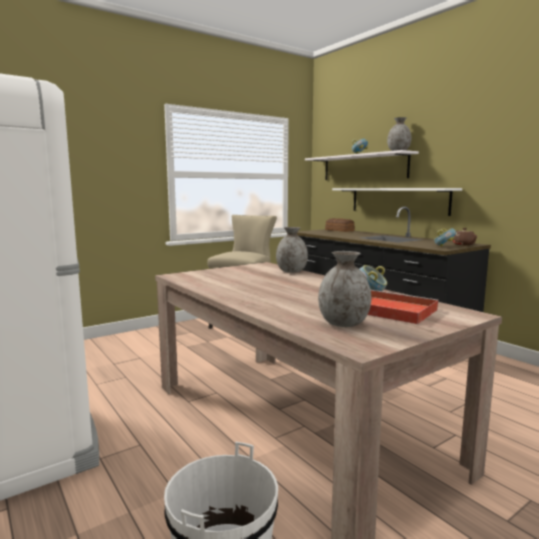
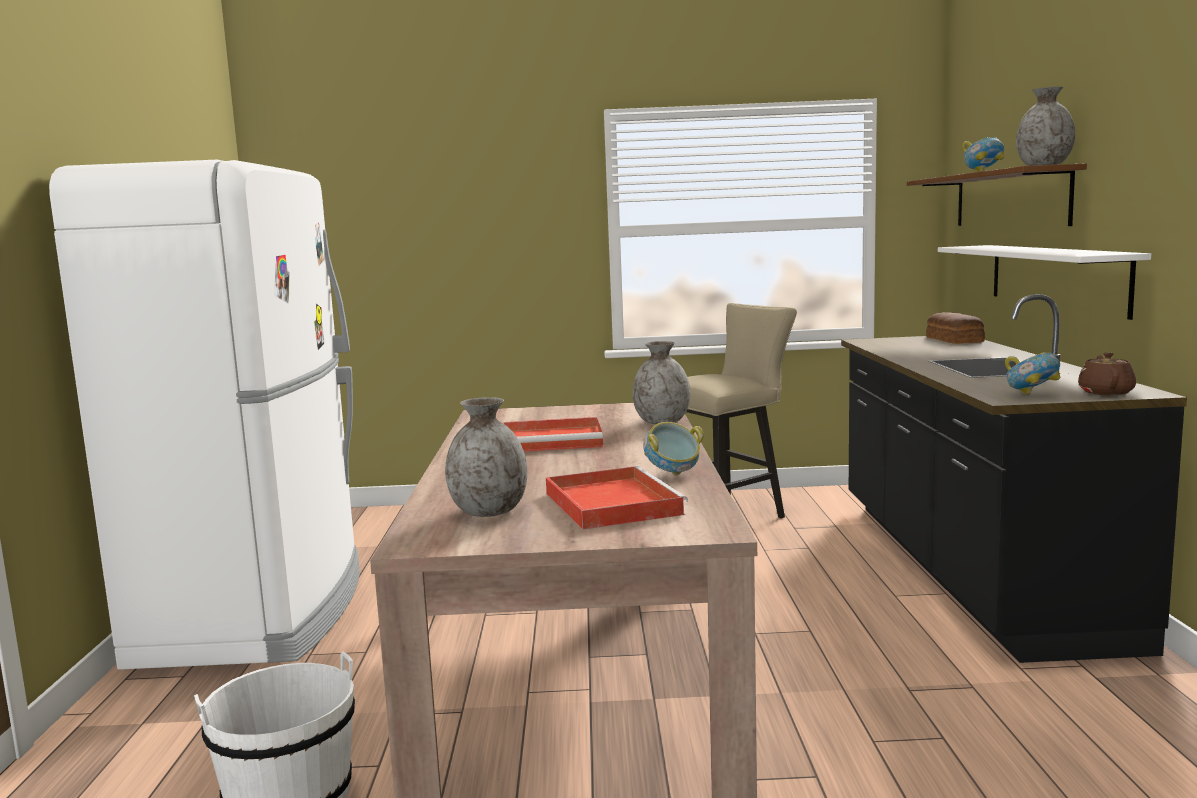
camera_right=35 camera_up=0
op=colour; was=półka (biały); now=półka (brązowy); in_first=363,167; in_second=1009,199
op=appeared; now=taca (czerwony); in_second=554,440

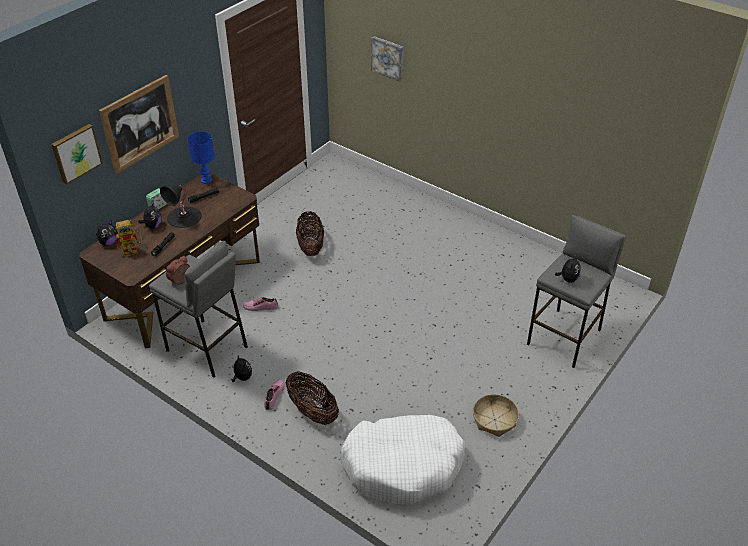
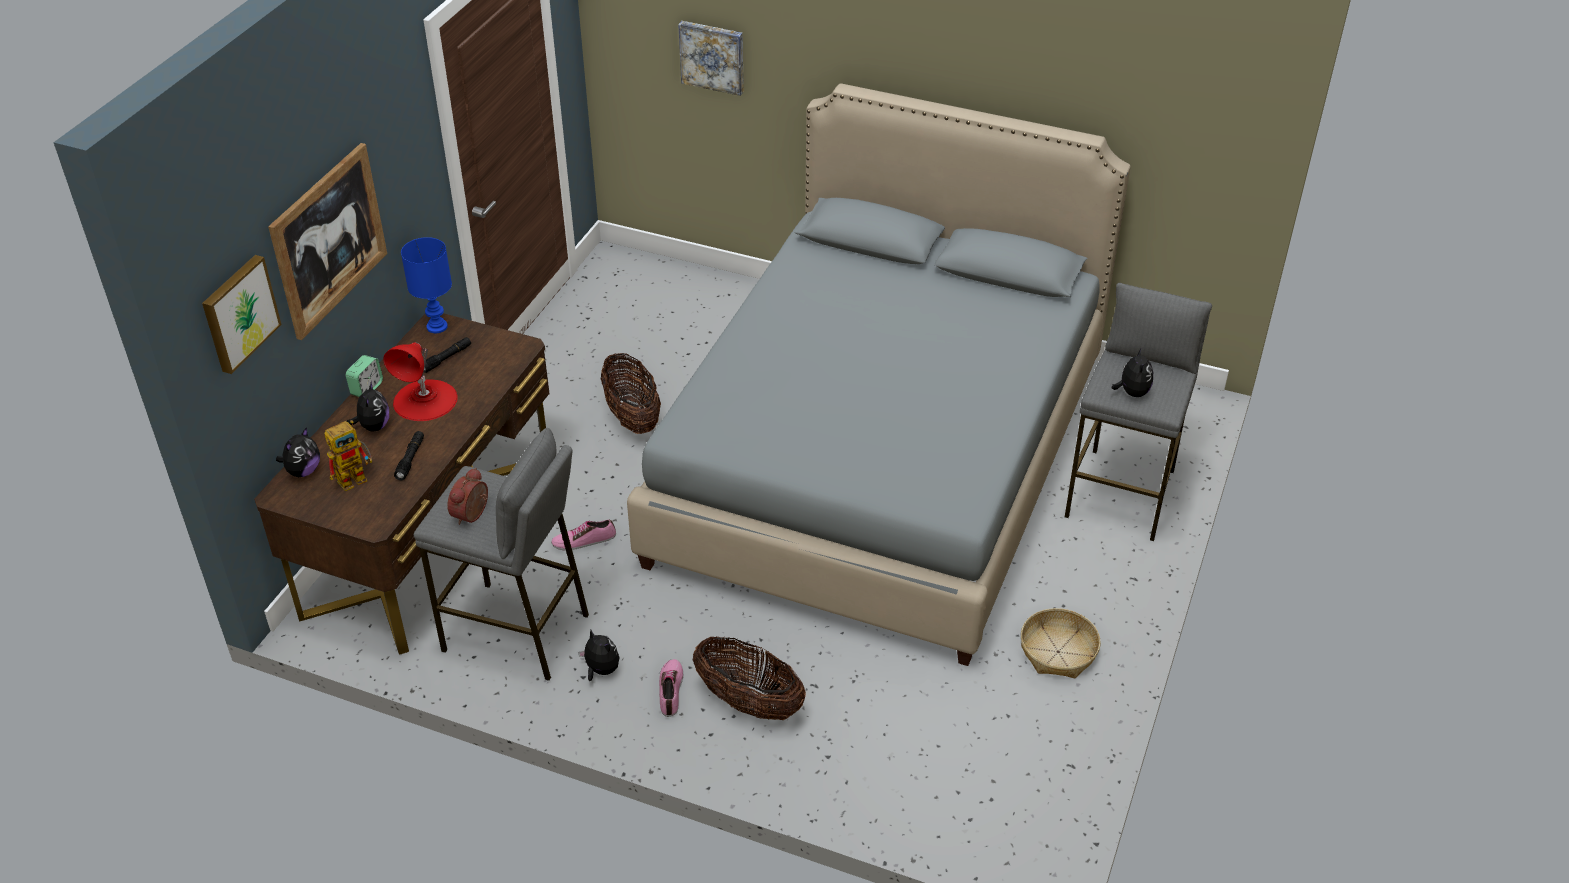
camera_right=-15 camera_up=0
op=colour; was=lampa stołowa (czarny); now=lampa stołowa (czerwony); in_first=184,217; in_second=425,400
op=missing; was=legowisko (biały); in_first=403,465
op=appeared; now=łóżko (szary); in_second=881,461

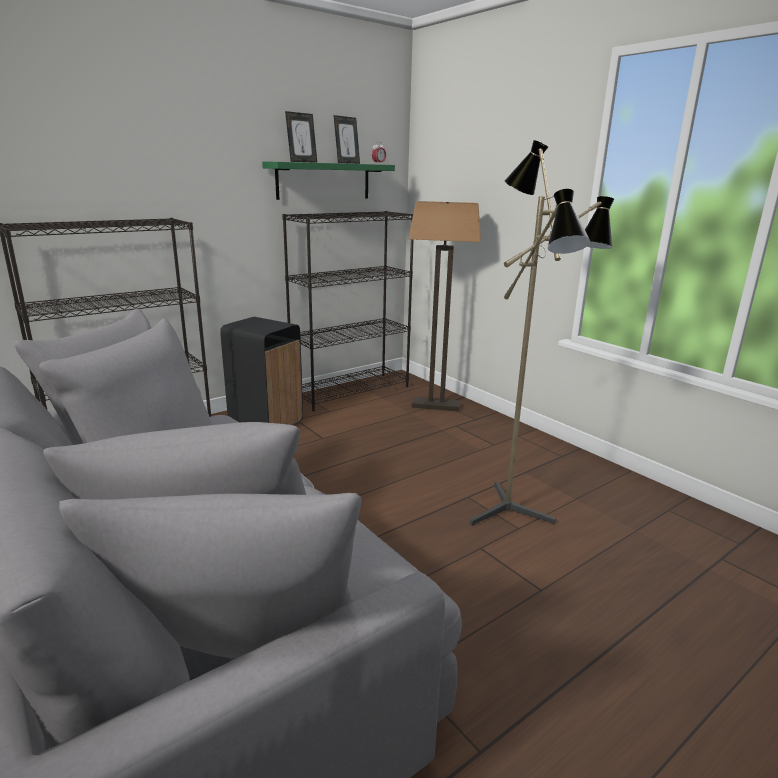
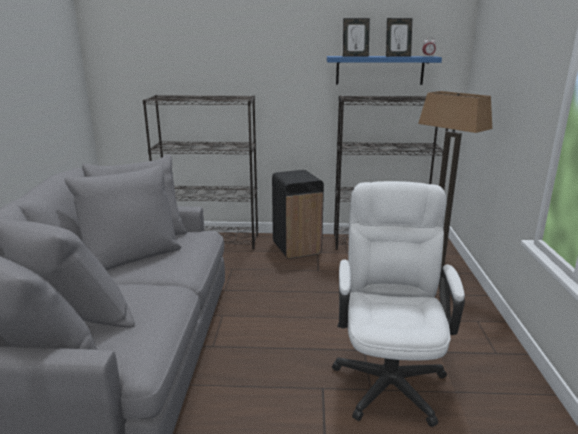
camera_right=40 camera_up=0
op=exchanged; was=lampa stojąca; now=krzesło biurowe (biały); in_first=516,509; in_second=389,375
op=colour; was=półka (zielony); now=półka (niebieski); in_first=323,181; in_second=379,70

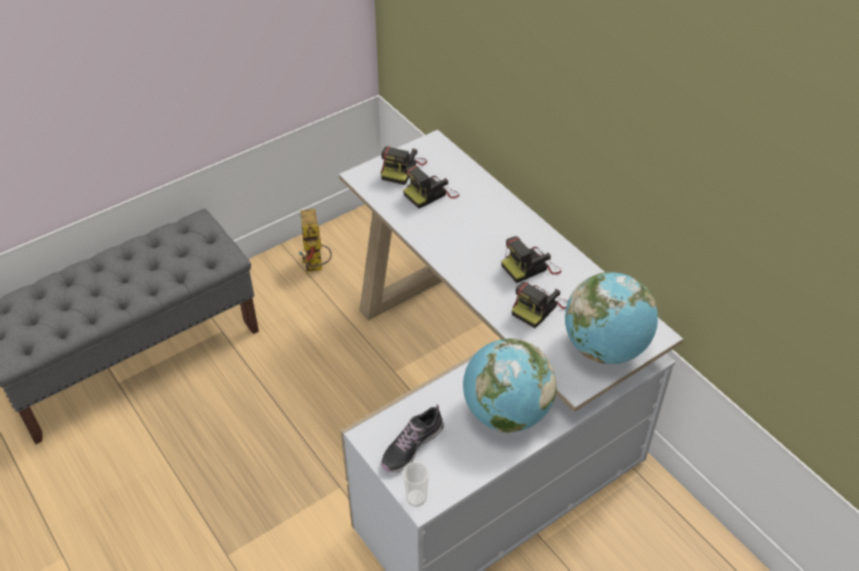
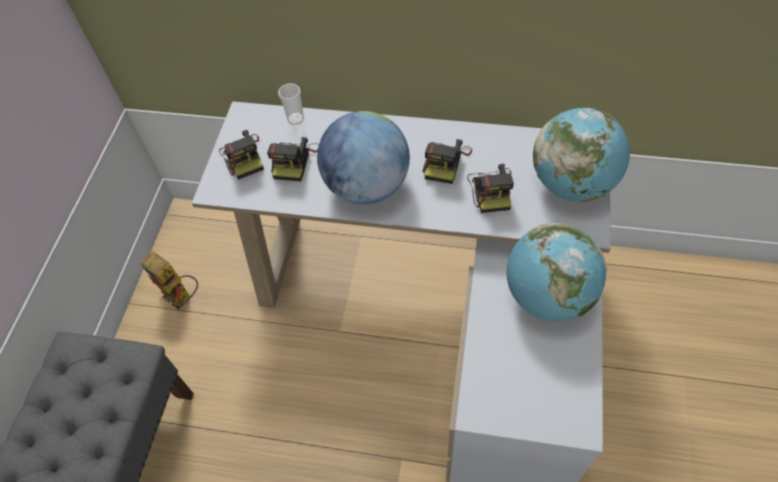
camera_right=-40 camera_up=10
op=missing; was=but; in_first=412,446
op=relocated; was=filiżanka; in_first=416,498; in_second=295,119
op=appeared; now=globus; in_second=367,186

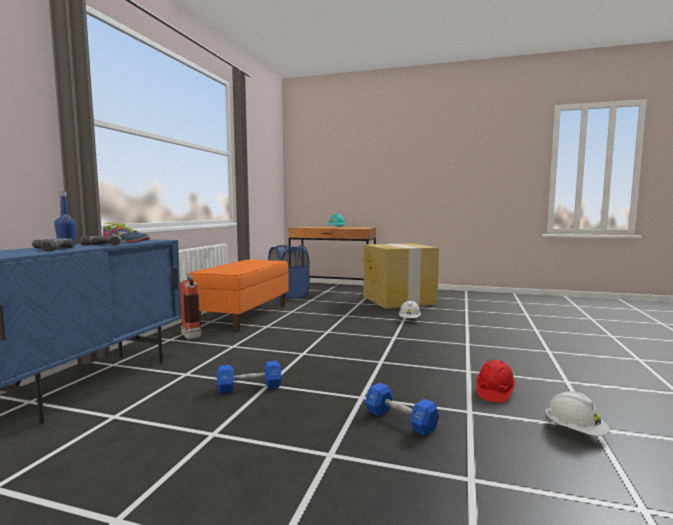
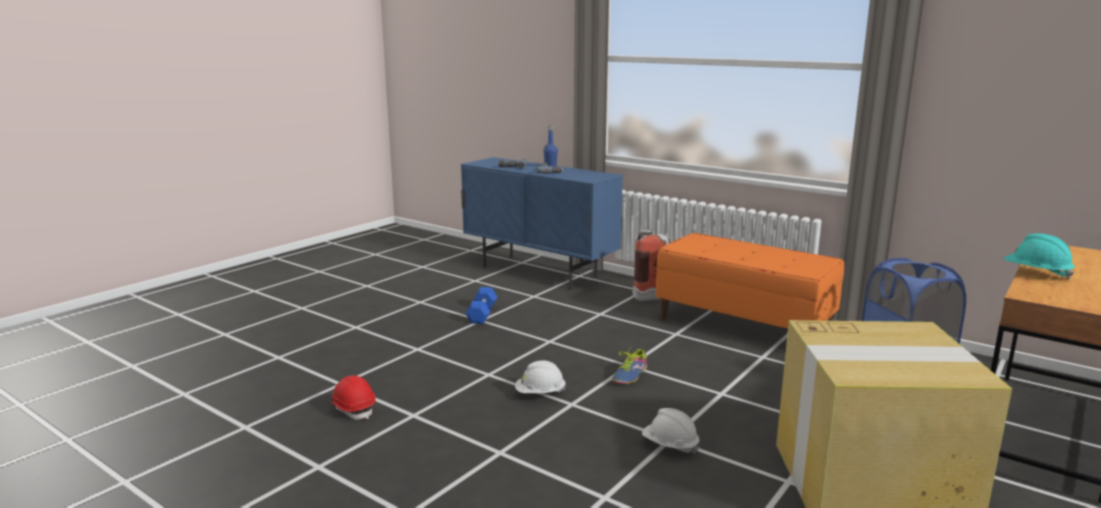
camera_right=110 camera_up=10
op=relocated; was=but; in_first=127,241; in_second=630,375
op=missing; was=hantel (niebieski); in_first=400,420
op=relocated; was=kask (biały); in_first=574,431; in_second=540,394

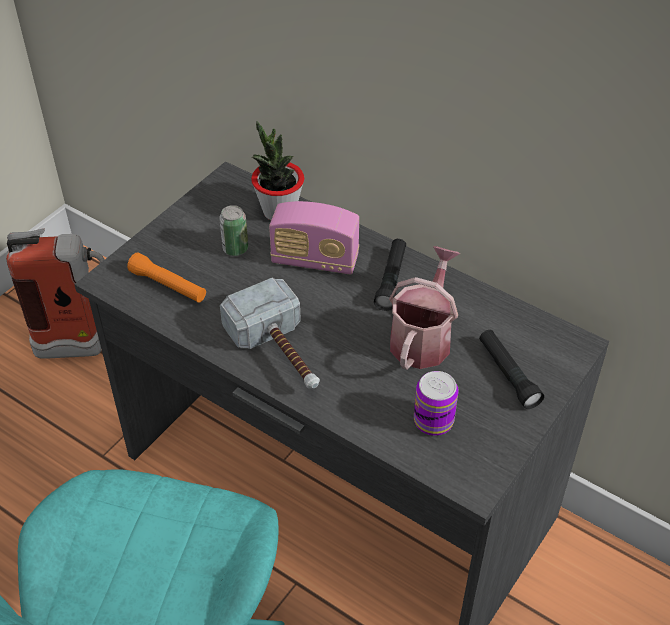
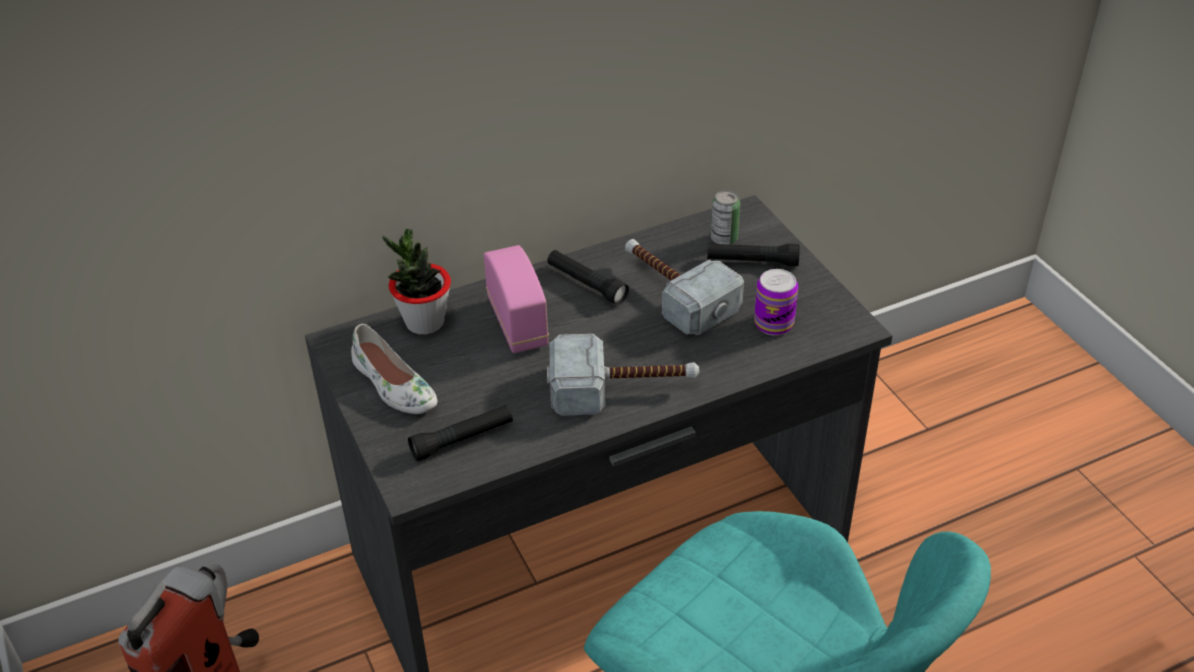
camera_right=-60 camera_up=-5
op=spun; was=radio; in_first=315,260; in_second=518,323; clockwise=-60
op=relocated; was=puszka; in_first=235,249; in_second=724,239
op=exchanged; was=konewka; now=młotek; in_first=423,337; in_second=673,292
op=colour; was=latarka (pomarańczowy); now=latarka (czarny); in_first=168,286; in_second=462,440
op=appeared; now=but (biały); in_second=393,385

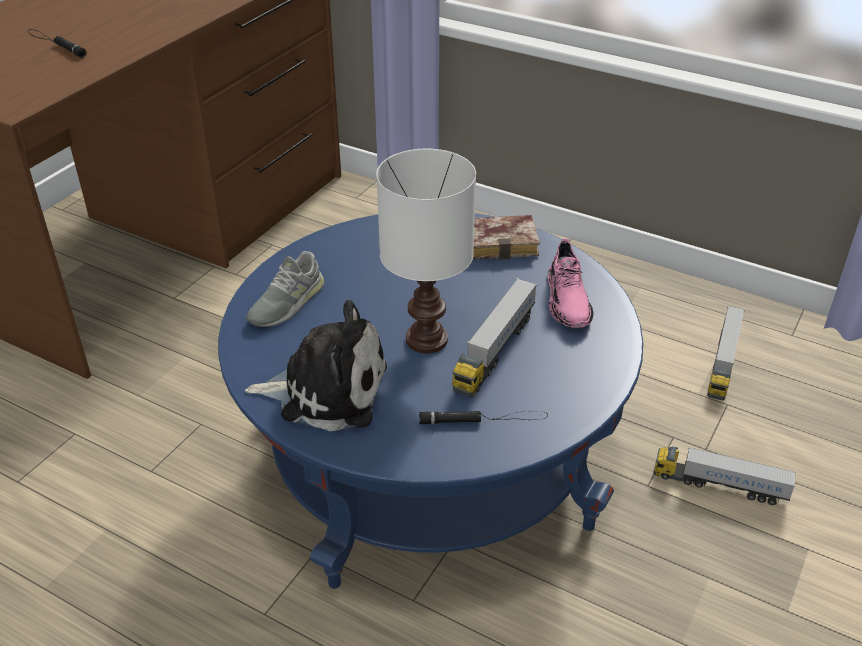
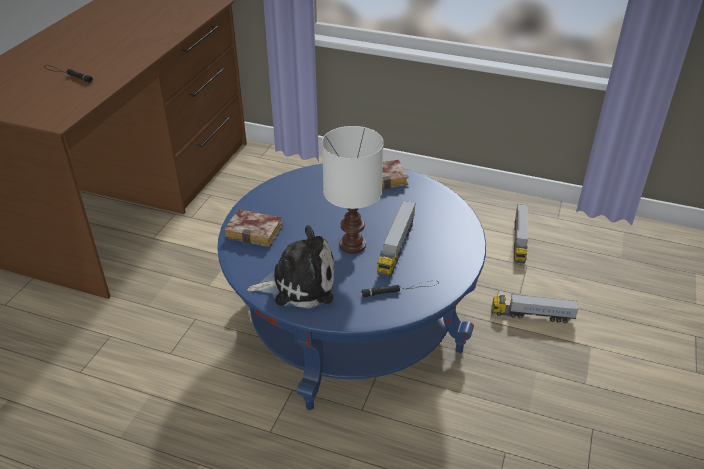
camera_right=-10 camera_up=0
op=missing; was=but (różowy); in_first=567,300
op=exchanged; was=but (szary); now=książka; in_first=286,303; in_second=256,232

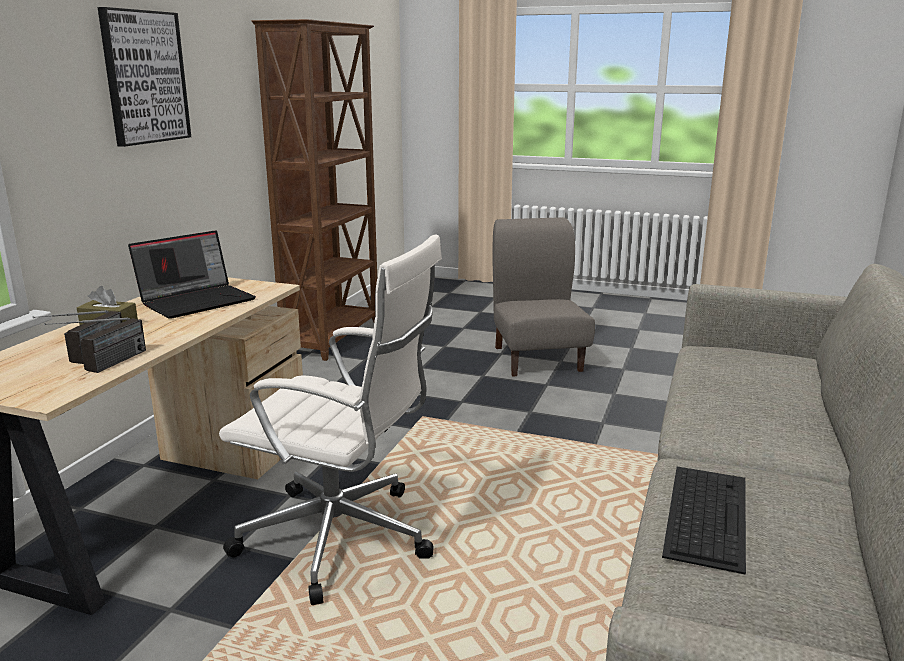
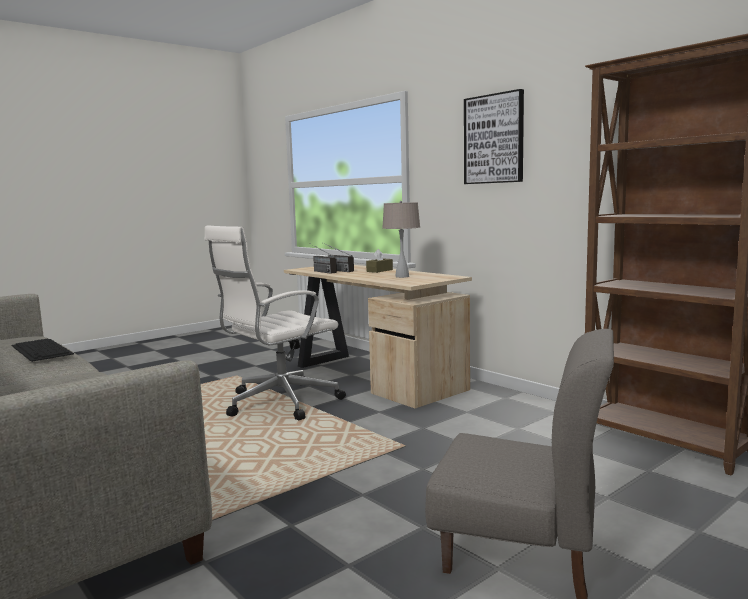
camera_right=120 camera_up=-10
op=exchanged; was=laptop; now=lampa stołowa (beżowy); in_first=197,301; in_second=402,276

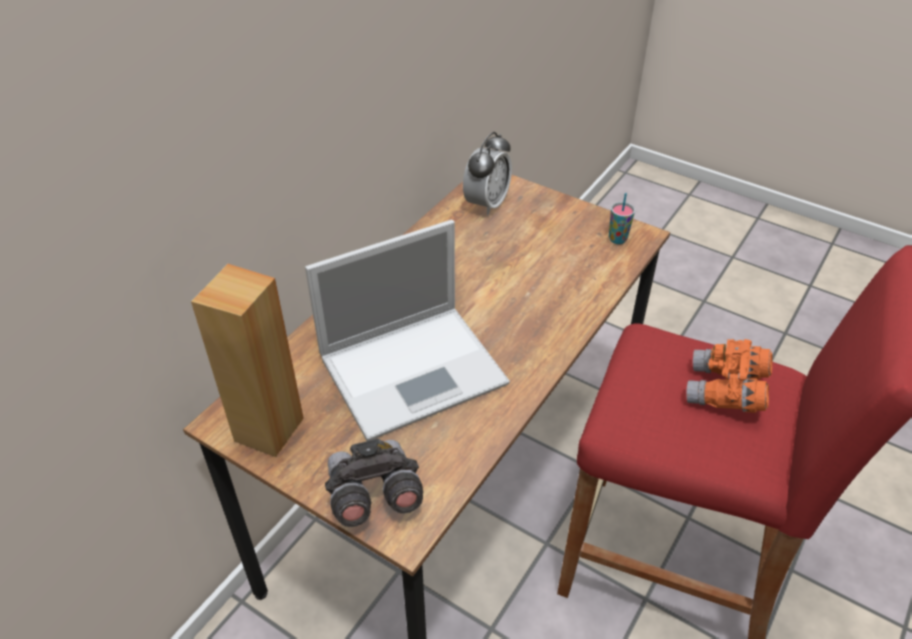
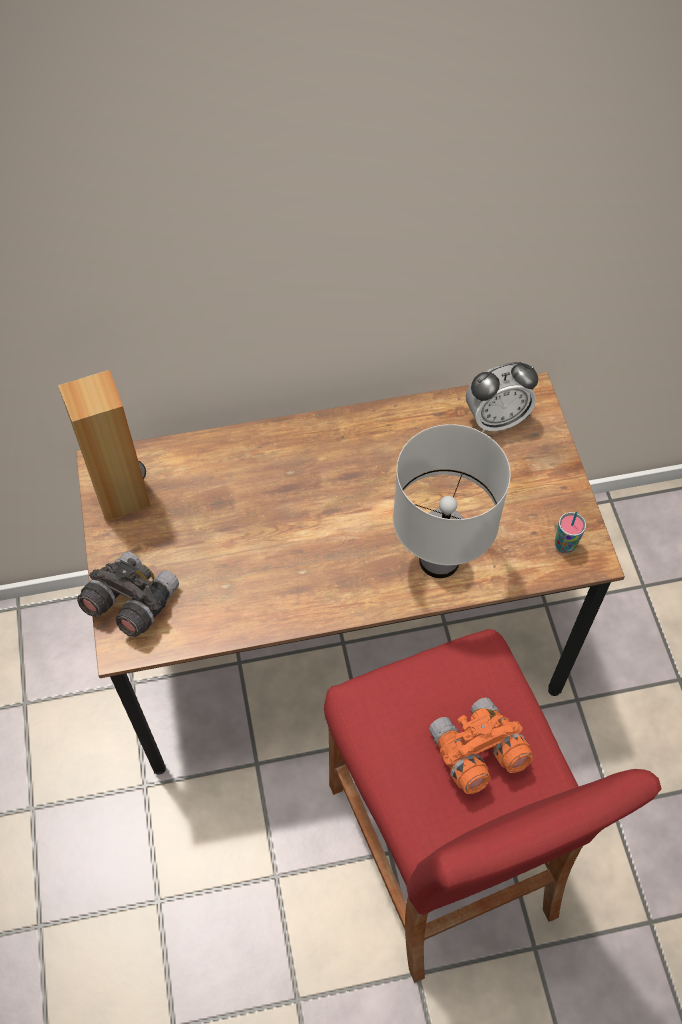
camera_right=45 camera_up=15
op=missing; was=laptop; in_first=416,369
op=appeared; now=lampa stołowa (biały); in_second=439,561

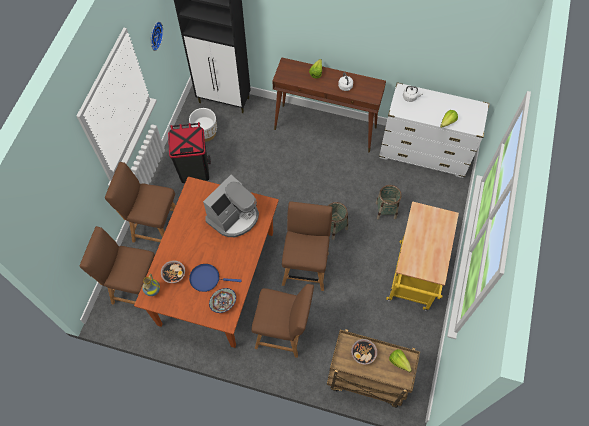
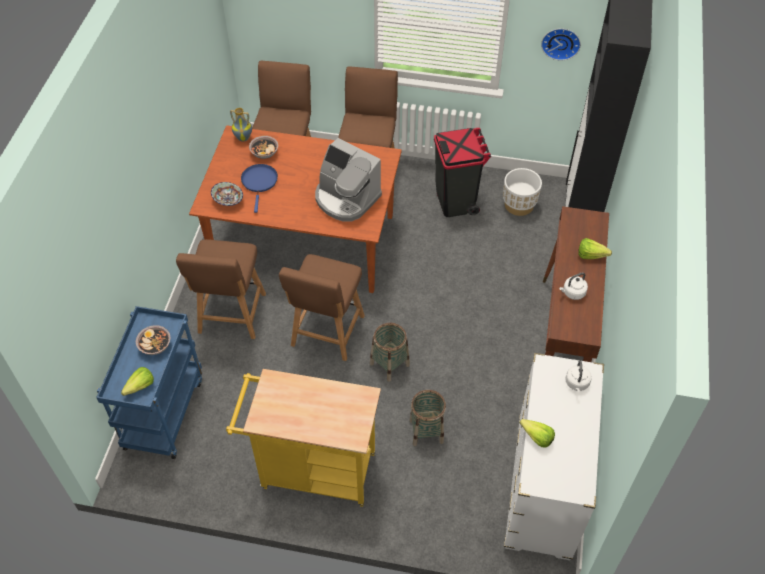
camera_right=85 camera_up=-10
op=spun; was=krzesło (brązowy); in_first=305,266; in_second=326,334; clockwise=105
op=colour; was=wózek (brązowy); now=wózek (niebieski); in_first=365,380; in_second=163,412

